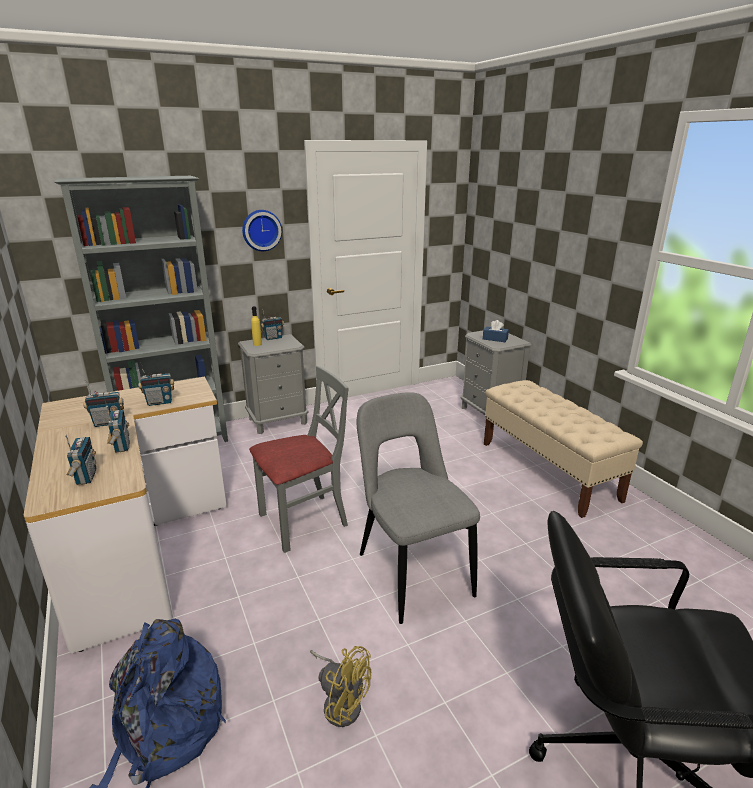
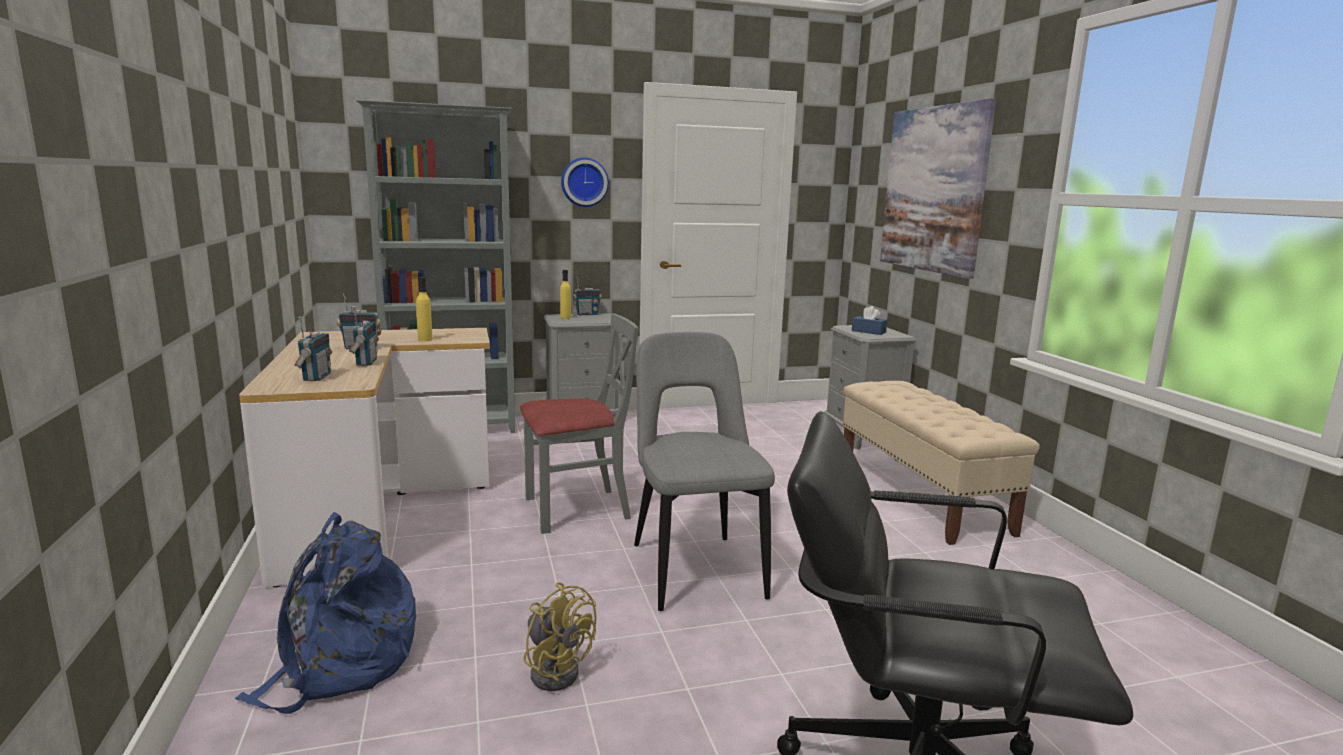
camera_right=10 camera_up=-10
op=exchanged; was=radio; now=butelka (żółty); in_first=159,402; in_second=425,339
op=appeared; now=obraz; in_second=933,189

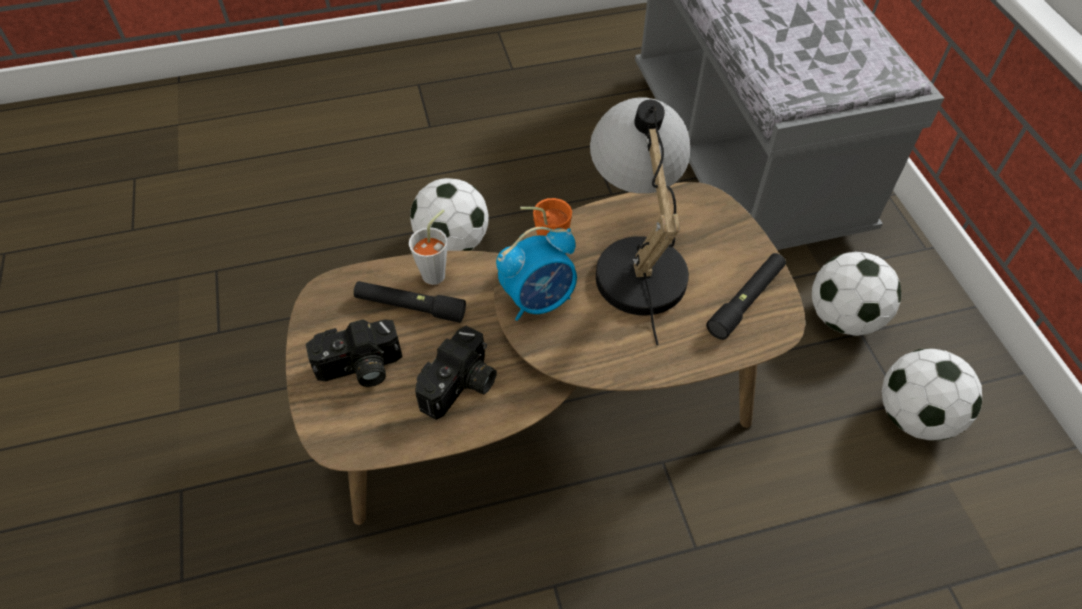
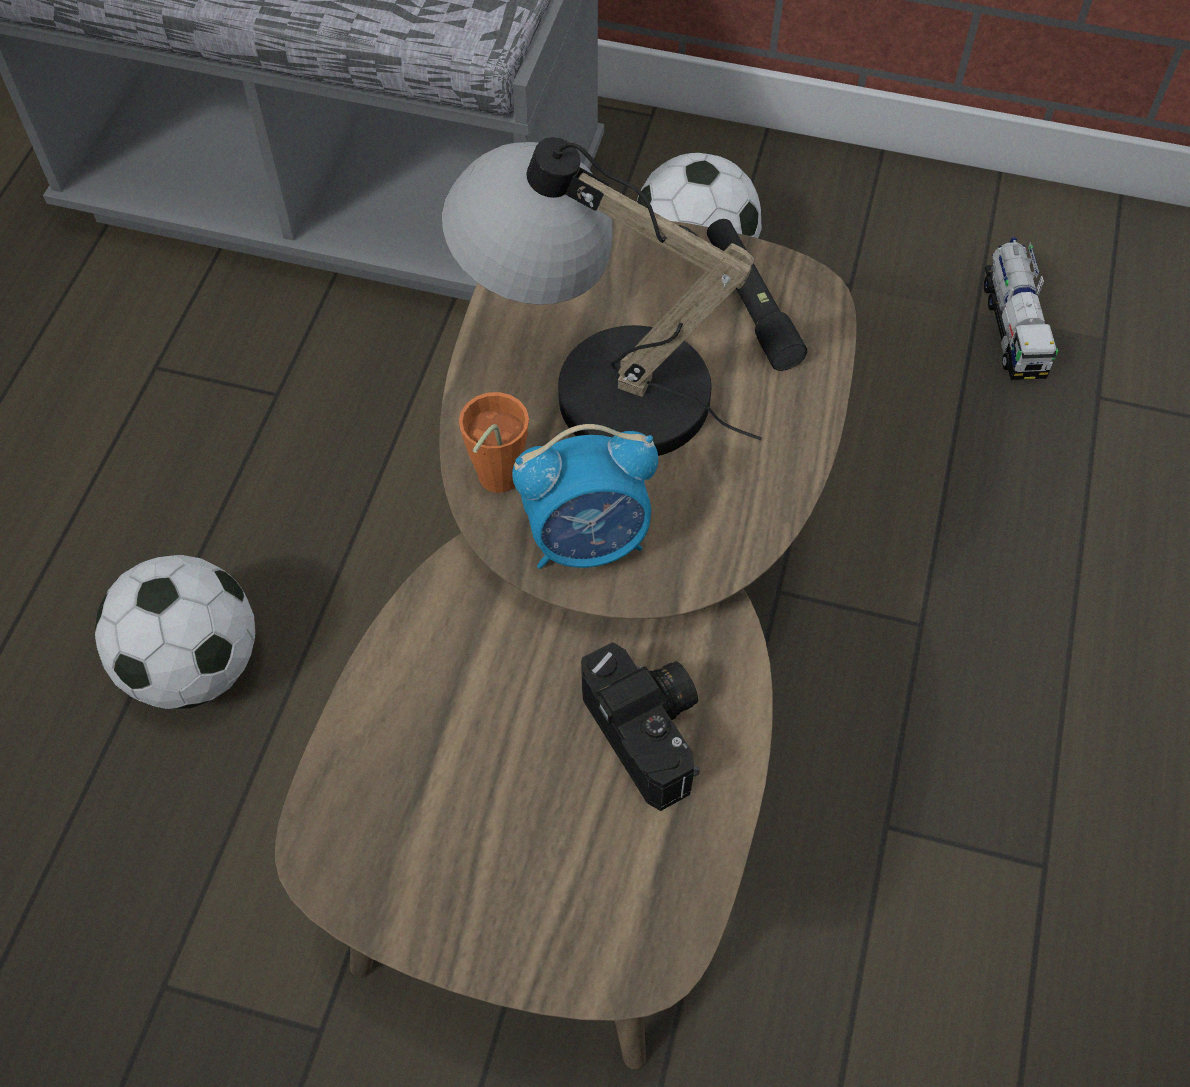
camera_right=-60 camera_up=5
op=missing; was=filiżanka (szary); in_first=437,272
op=spun; was=budzik; in_first=539,300; in_second=588,541; clockwise=75
op=missing; was=latarka (czarny); in_first=410,307
op=missing; was=aparat fotograficzny; in_first=360,369
op=missing; was=piłka futbolowa; in_first=914,417
op=appeared; now=ciężarówka zabawkowa; in_second=1012,328

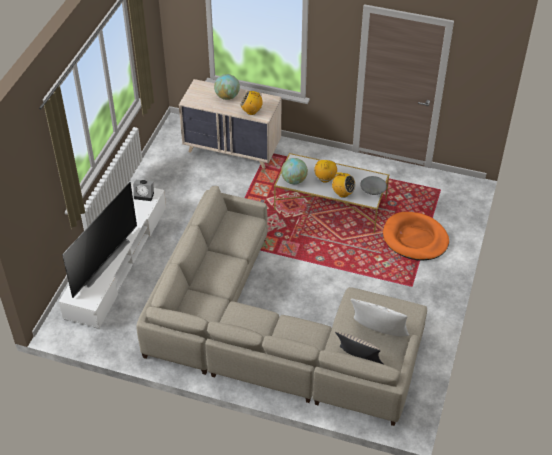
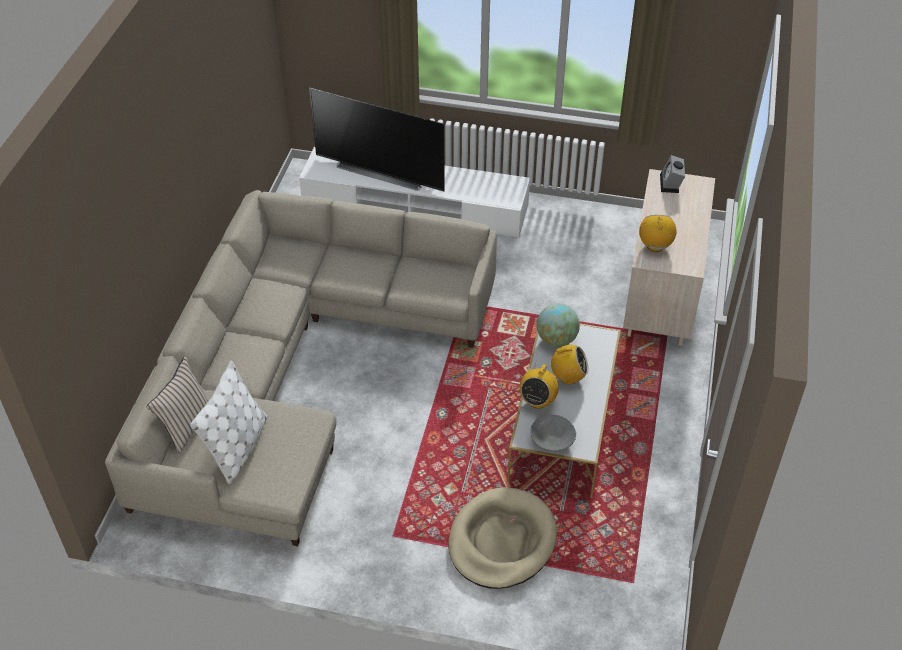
camera_right=85 camera_up=0
op=missing; was=globus; in_first=227,96
op=relocated; was=budzik; in_first=144,195; in_second=671,184
op=colour; was=legowisko (pomarańczowy); now=legowisko (beżowy); in_first=415,239; in_second=501,541

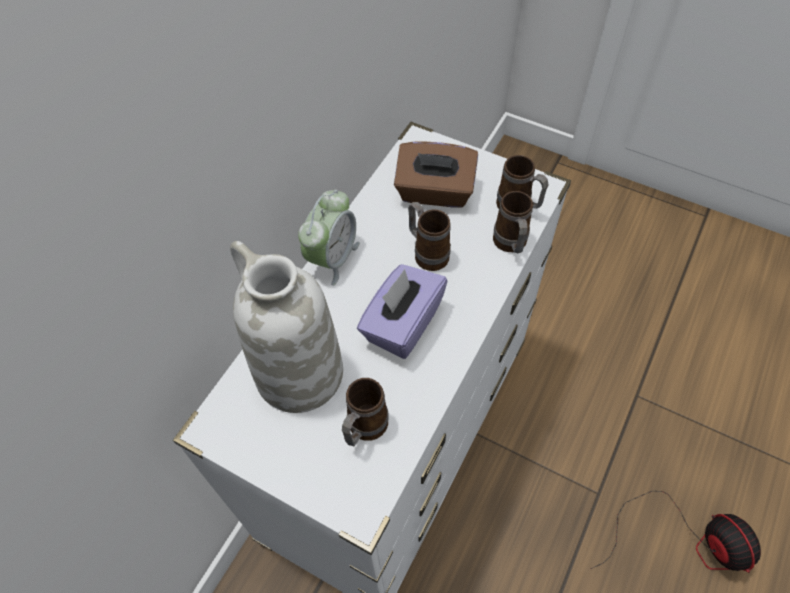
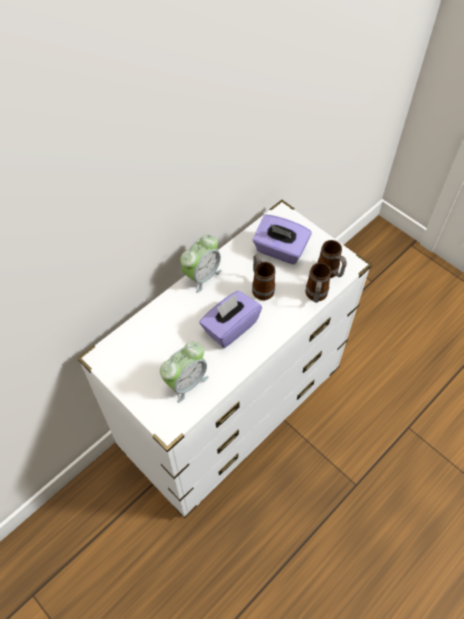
camera_right=15 camera_up=0
op=colour; was=pudełko chusteczek (brązowy); now=pudełko chusteczek (fioletowy); in_first=434,192; in_second=280,250
op=missing; was=wazon (biały); in_first=297,373
op=exchanged; was=kubek; now=budzik; in_first=363,429; in_second=186,382
op=missing; was=wentylator; in_first=688,540

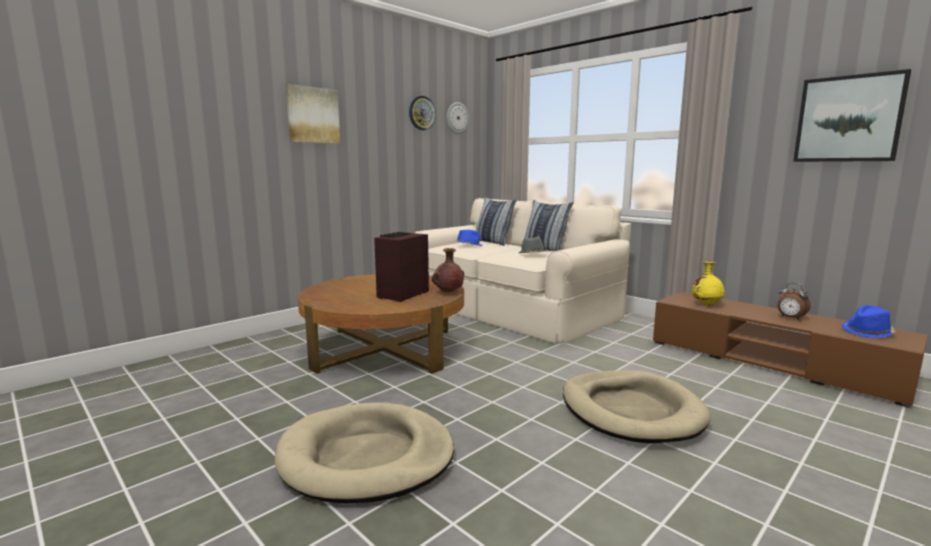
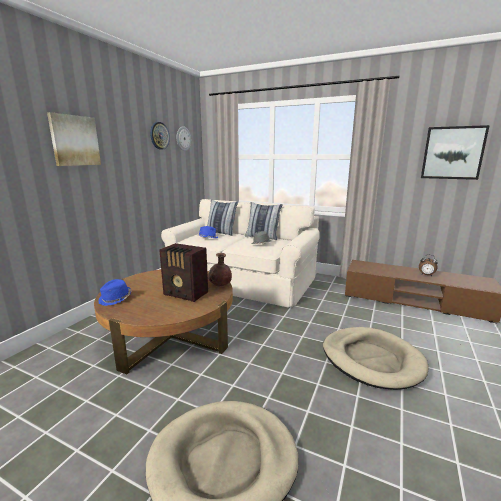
camera_right=-20 camera_up=5
op=spun; was=radio; in_first=401,295; in_second=186,294; clockwise=-75
op=missing; was=wazon (żółty); in_first=706,304
op=relocated; was=kapelusz (niebieski); in_first=868,332; in_second=115,299

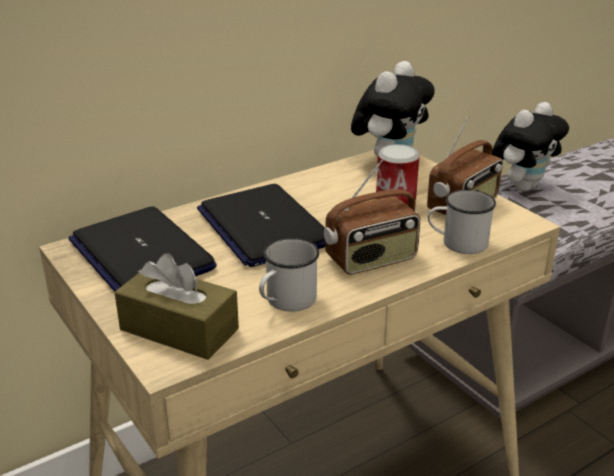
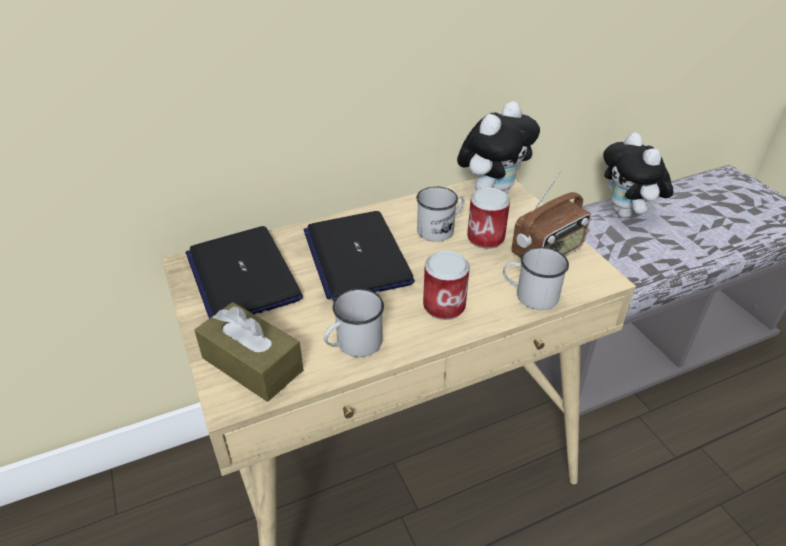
camera_right=10 camera_up=10
op=spun; was=pluszak; in_first=523,186; in_second=627,214; clockwise=105
op=exchanged; was=radio; now=puszka; in_first=371,260; in_second=444,306
op=appeared; now=kubek (biały); in_second=440,229

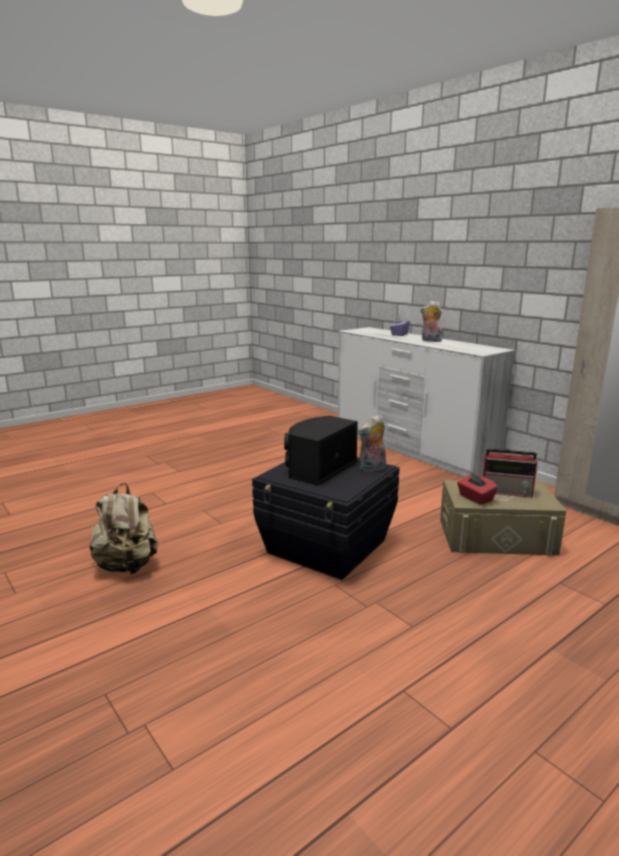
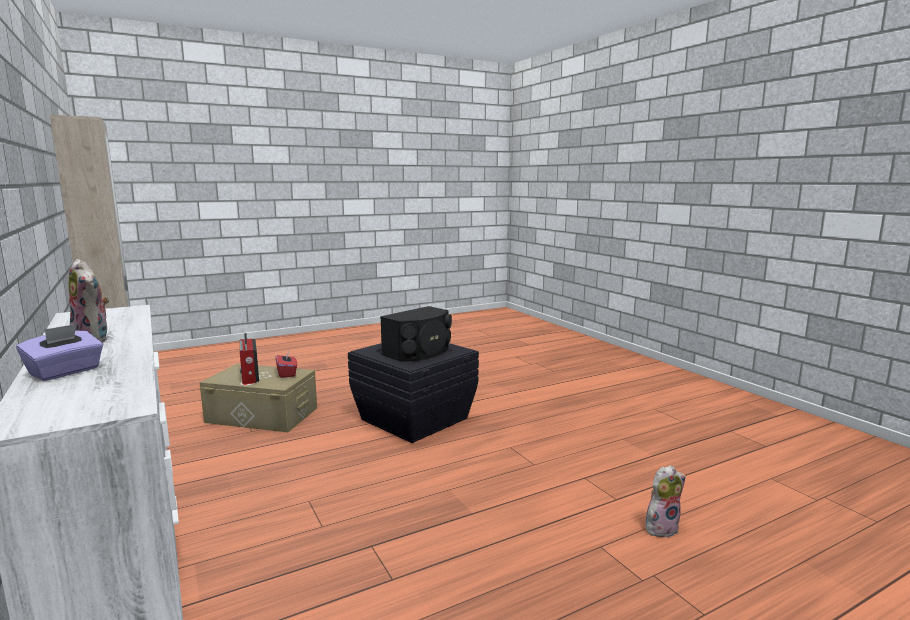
camera_right=-170 camera_up=-5
op=relocated; was=pluszak; in_first=372,469; in_second=661,527
op=spun; was=radio; in_first=507,492; in_second=249,376; clockwise=-135
op=missing; was=plecak (beżowy); in_first=127,566

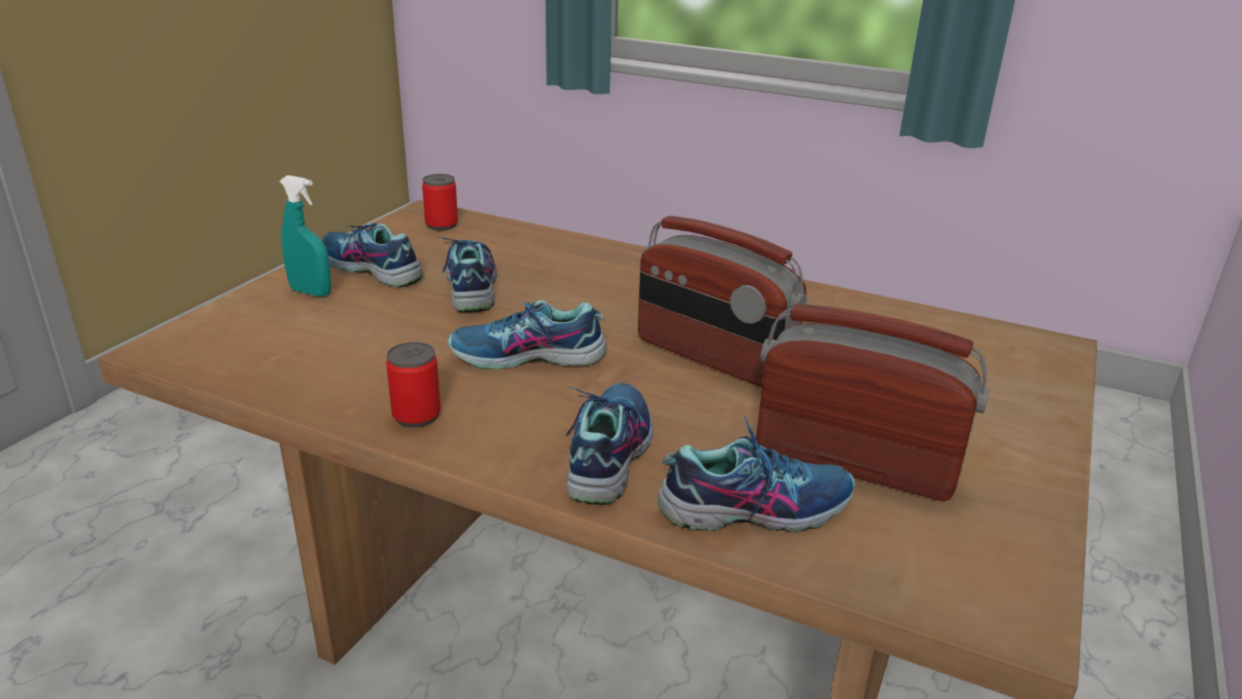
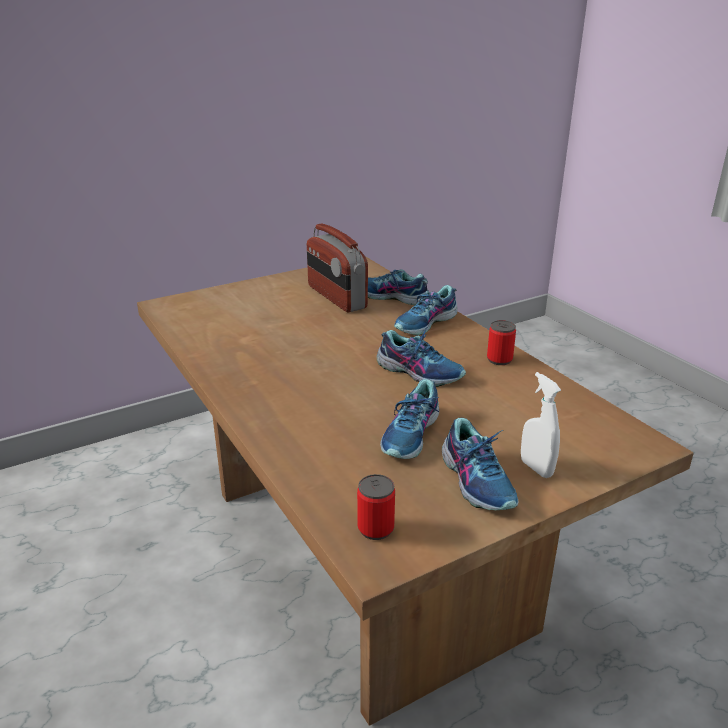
camera_right=-145 camera_up=0
op=colour; was=spryskiwacz (turkusowy); now=spryskiwacz (biały); in_first=311,292; in_second=536,468
op=missing; was=radio; in_first=712,358

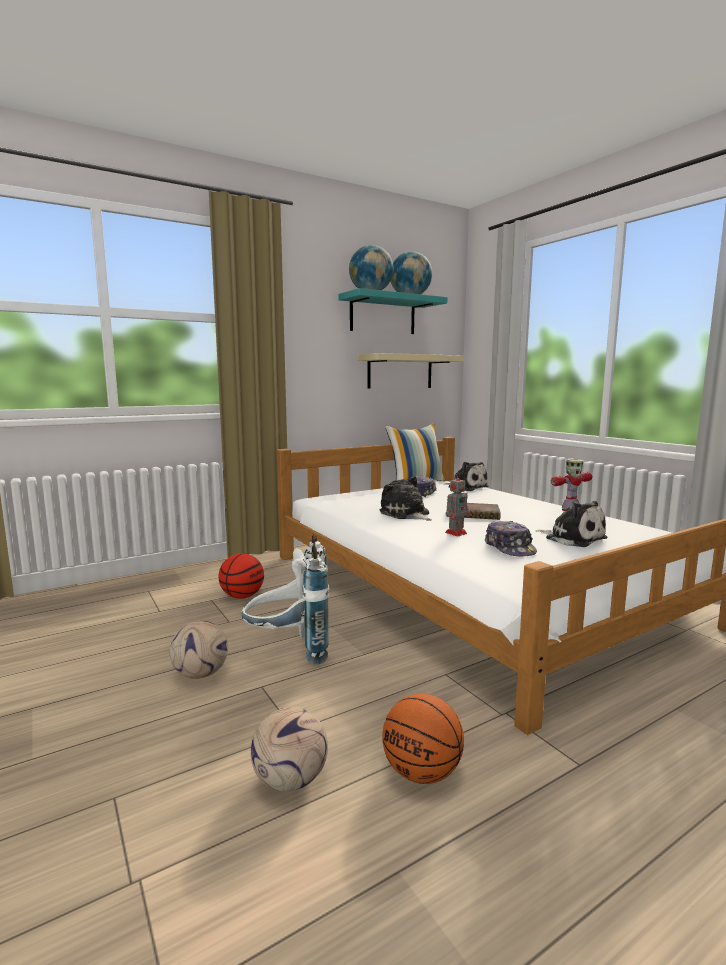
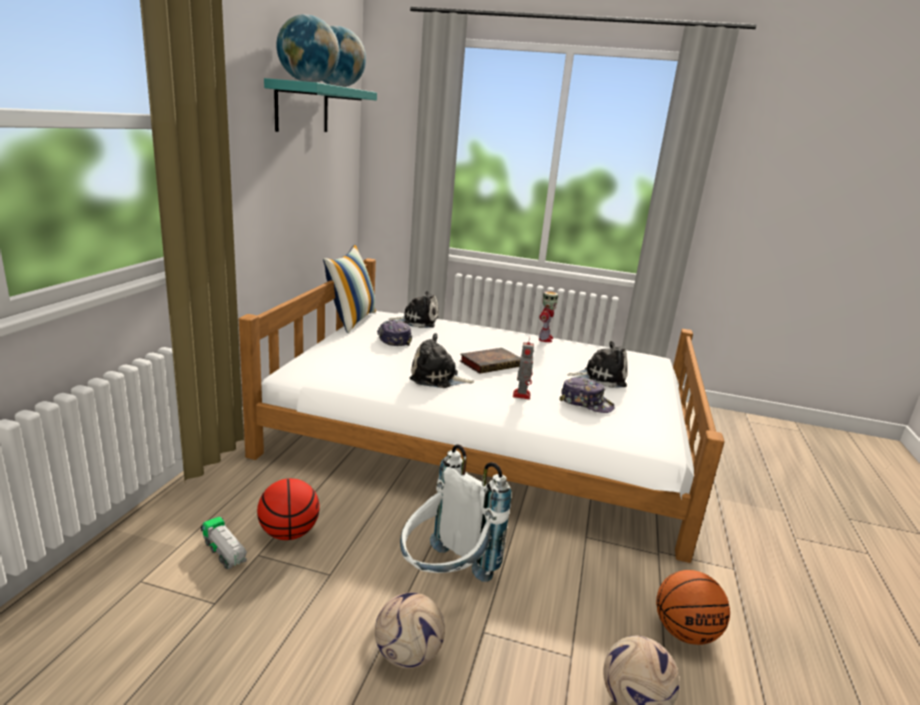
camera_right=-45 camera_up=10
op=missing; was=półka (beżowy); in_first=400,372
op=appeared; now=ciężarówka zabawkowa; in_second=225,553

